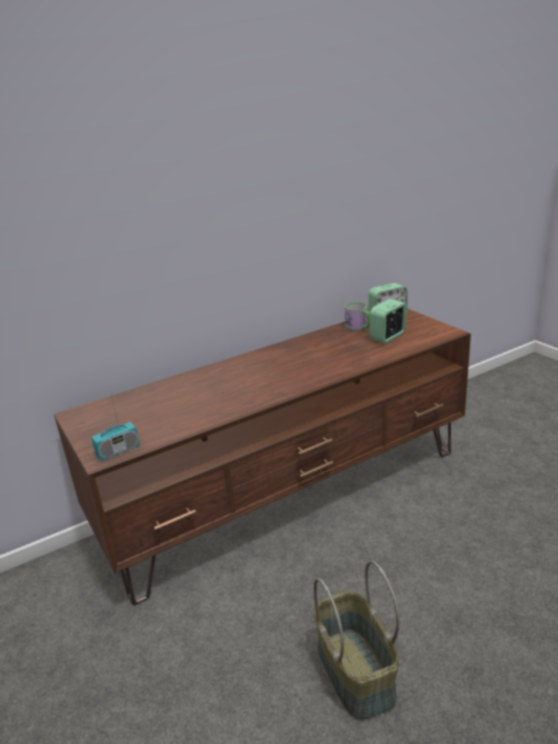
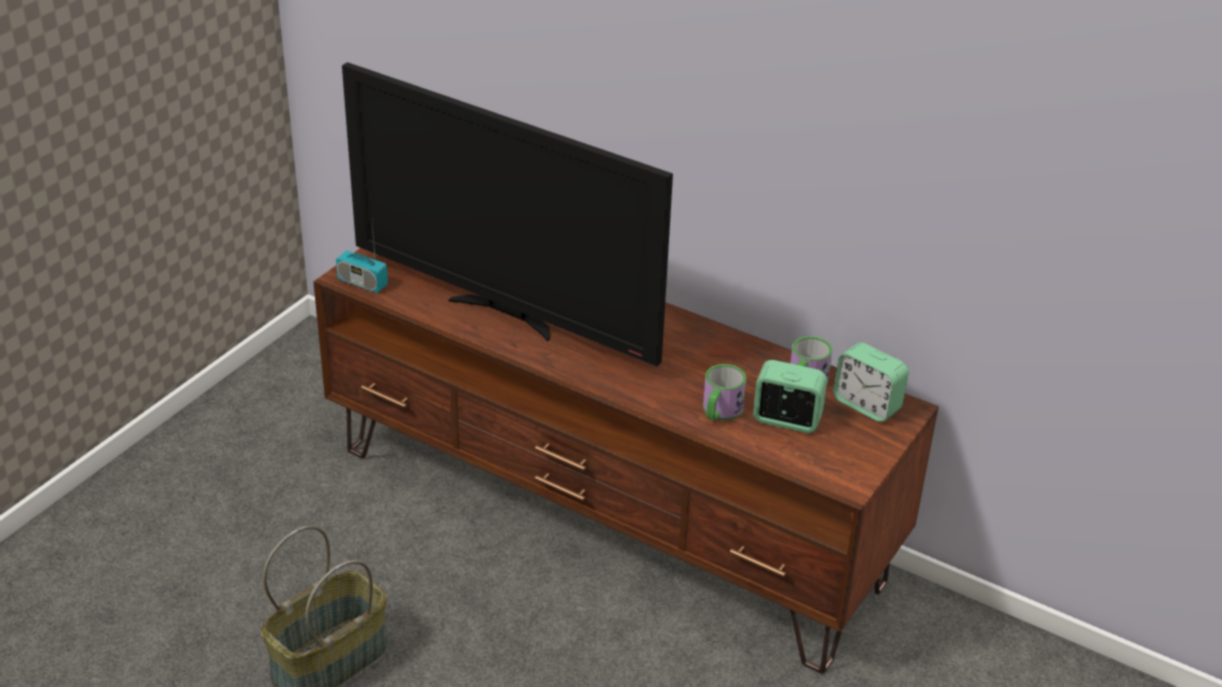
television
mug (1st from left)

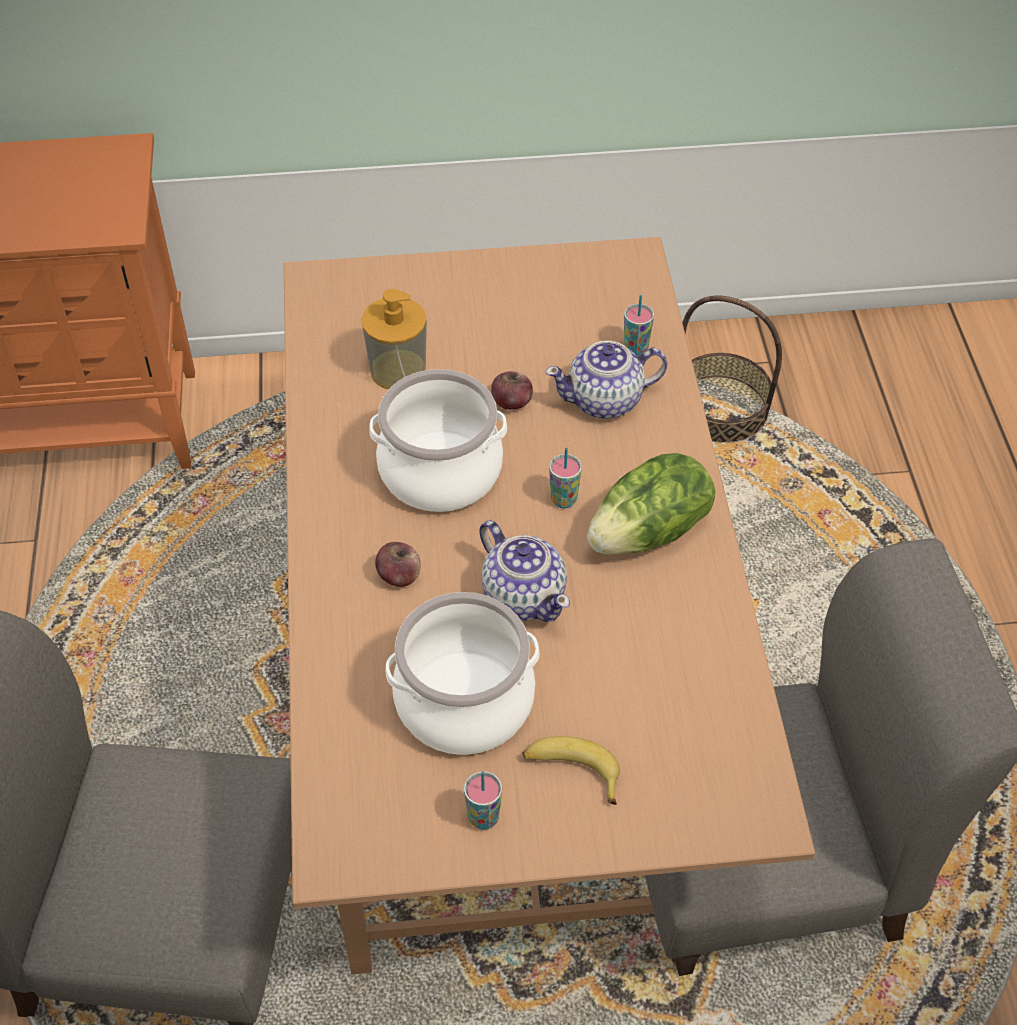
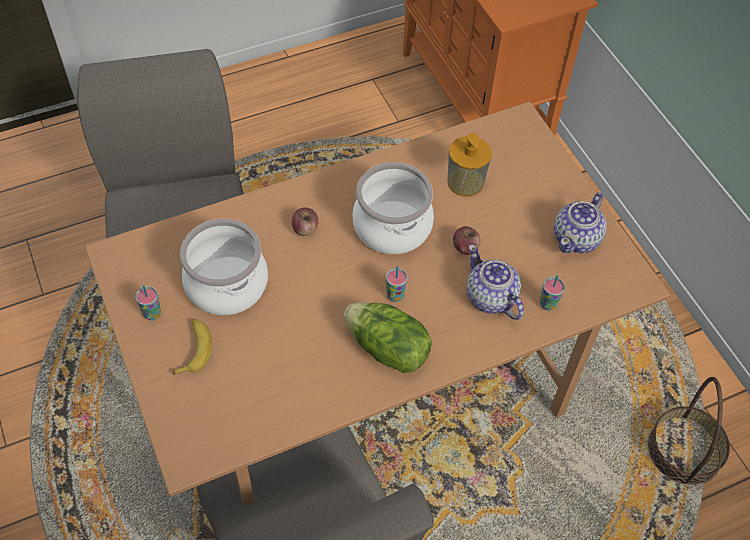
teapot (2nd from left)

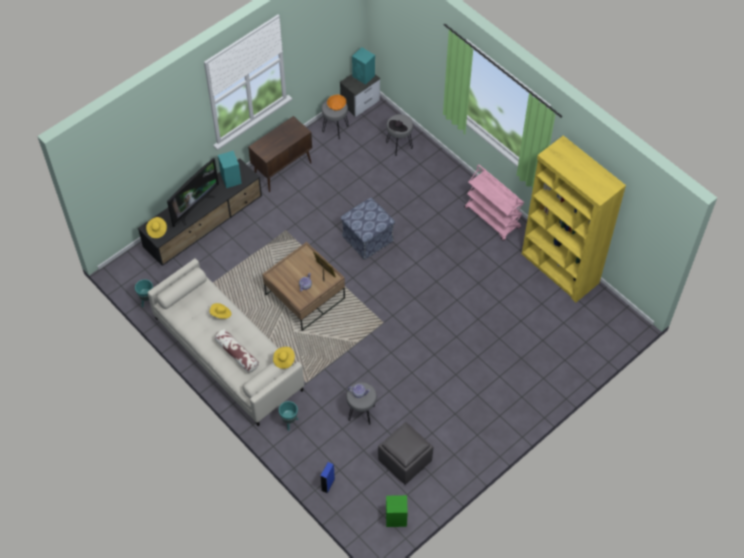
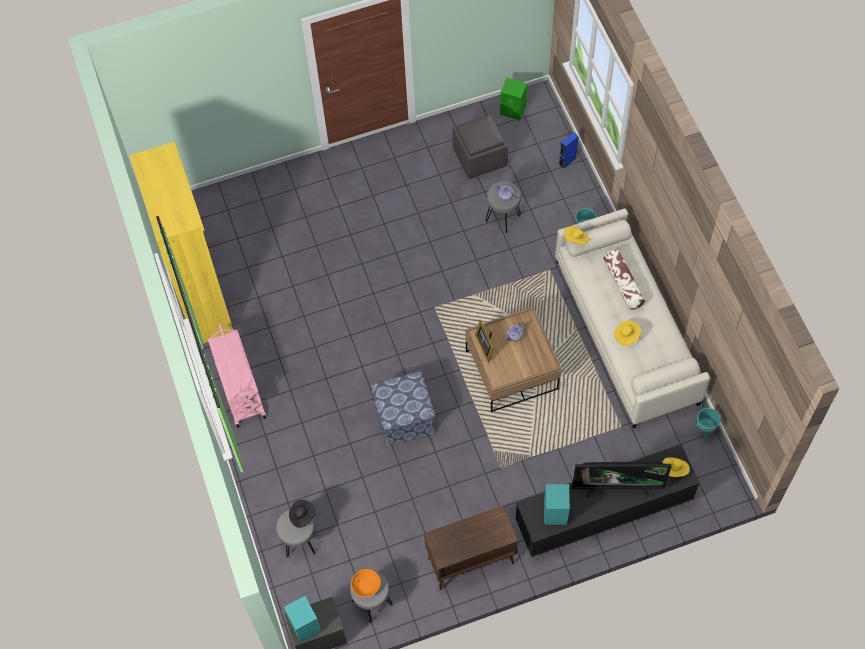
television

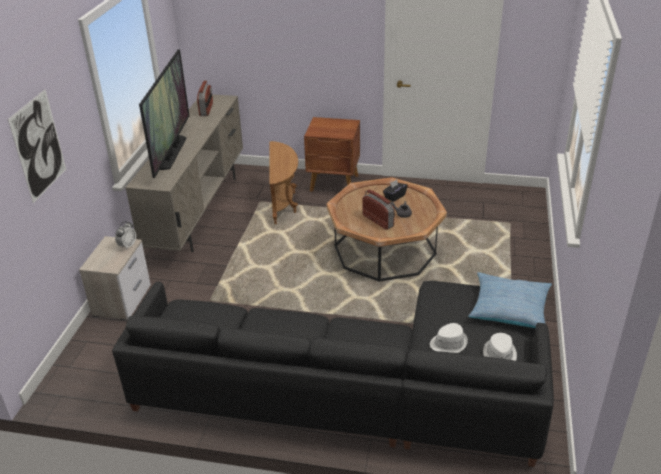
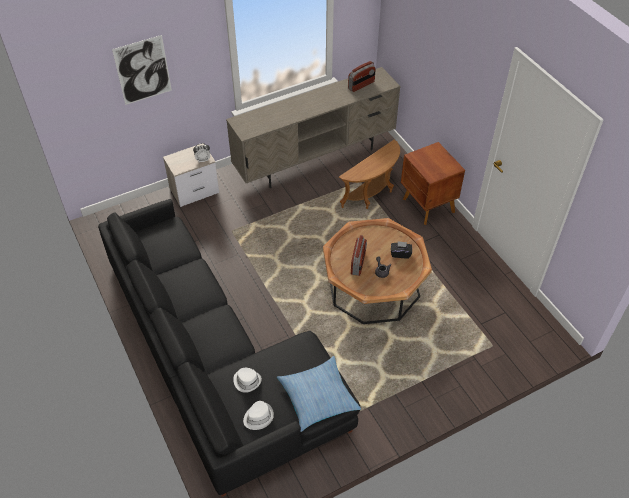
television

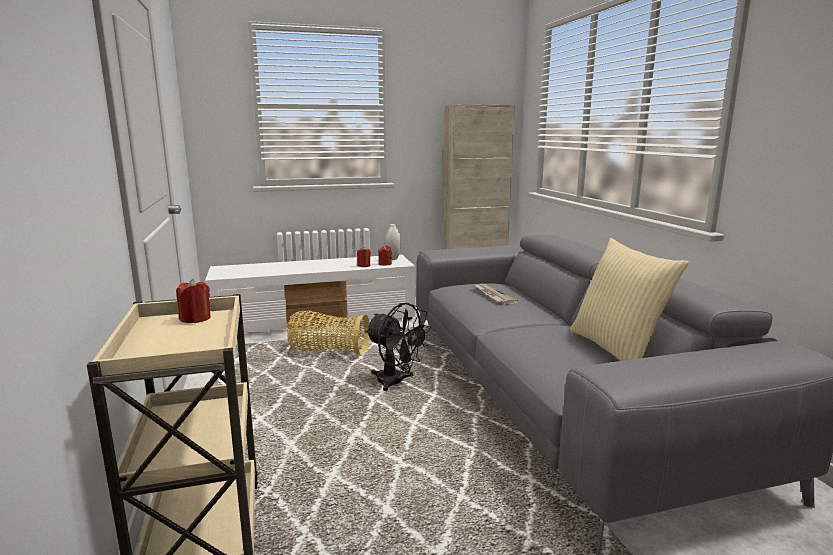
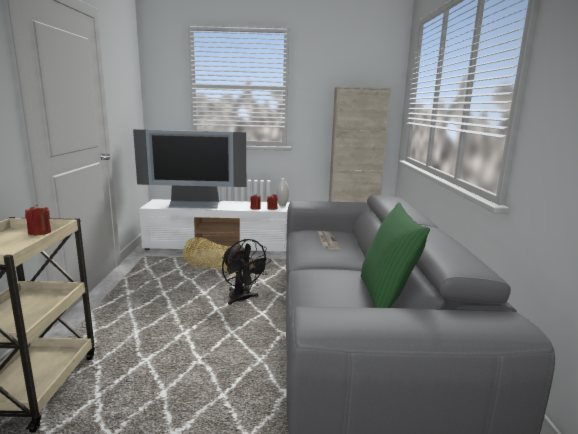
green pillow
television

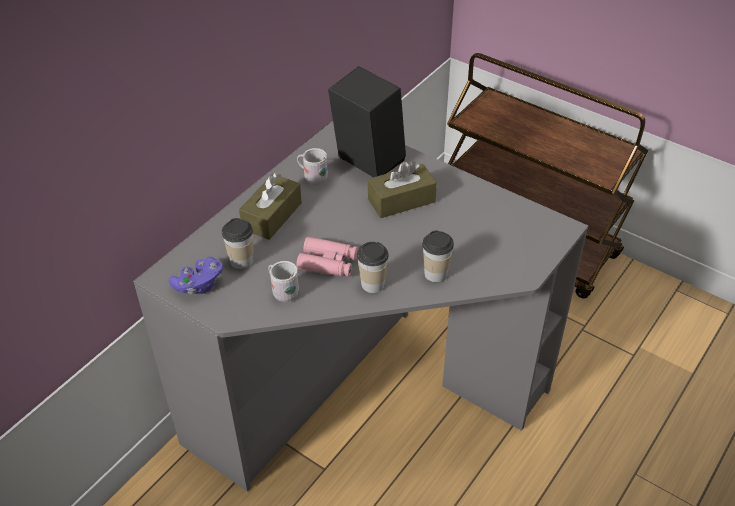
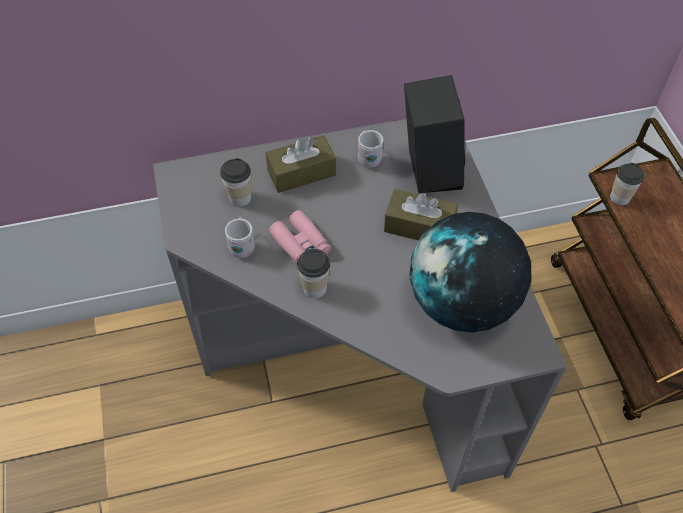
purple game controller
cup (3rd from left)
globe

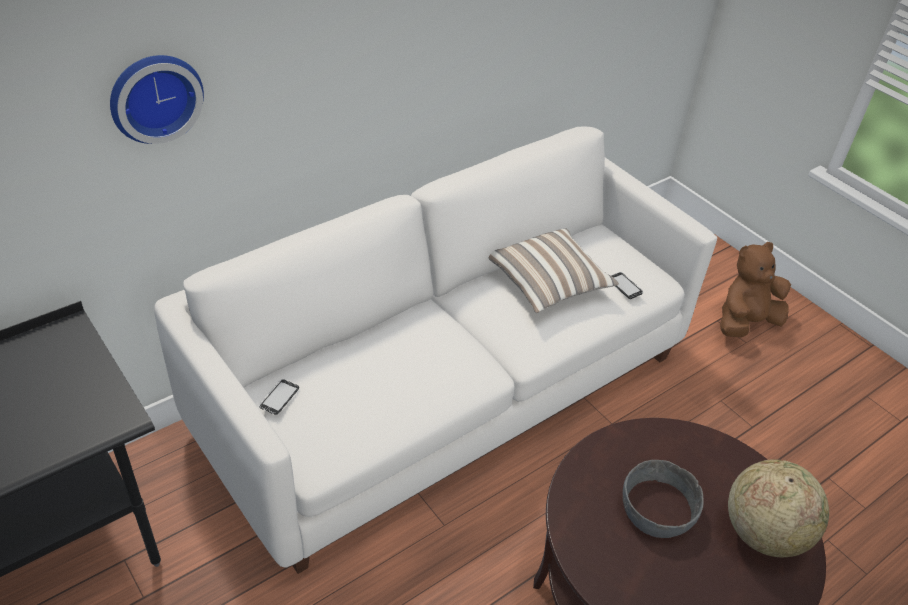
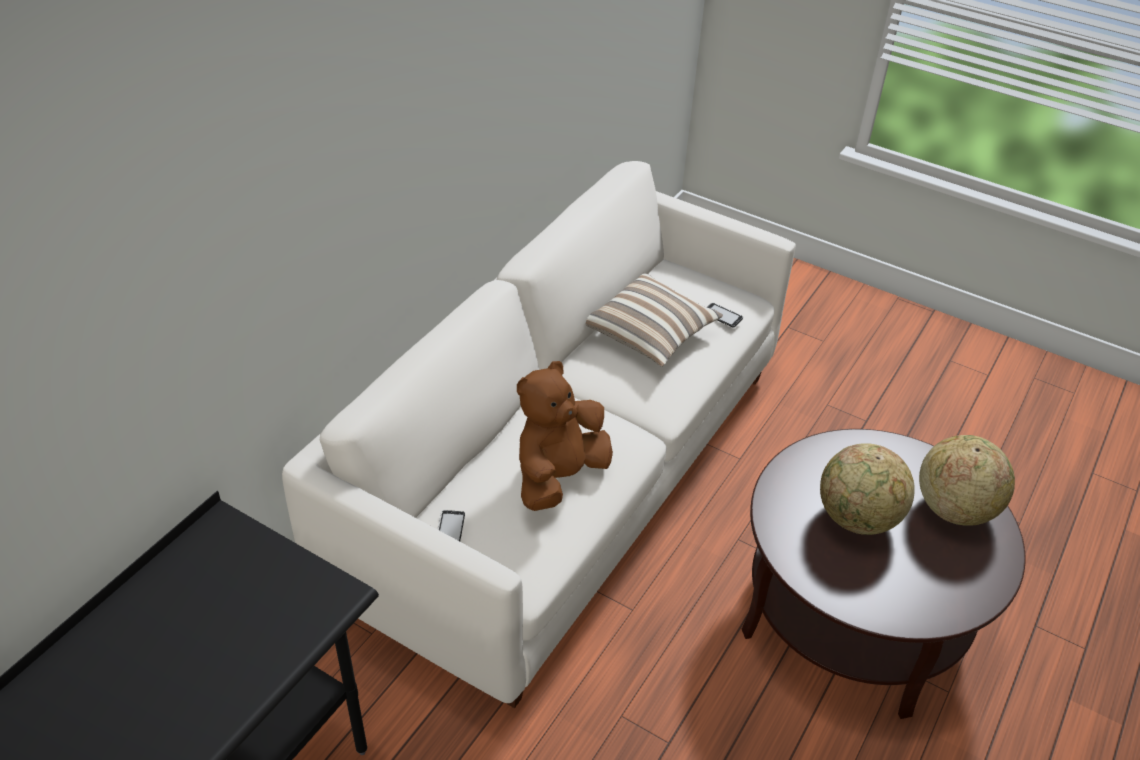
wall clock
globe (1st from left)
brown plush toy

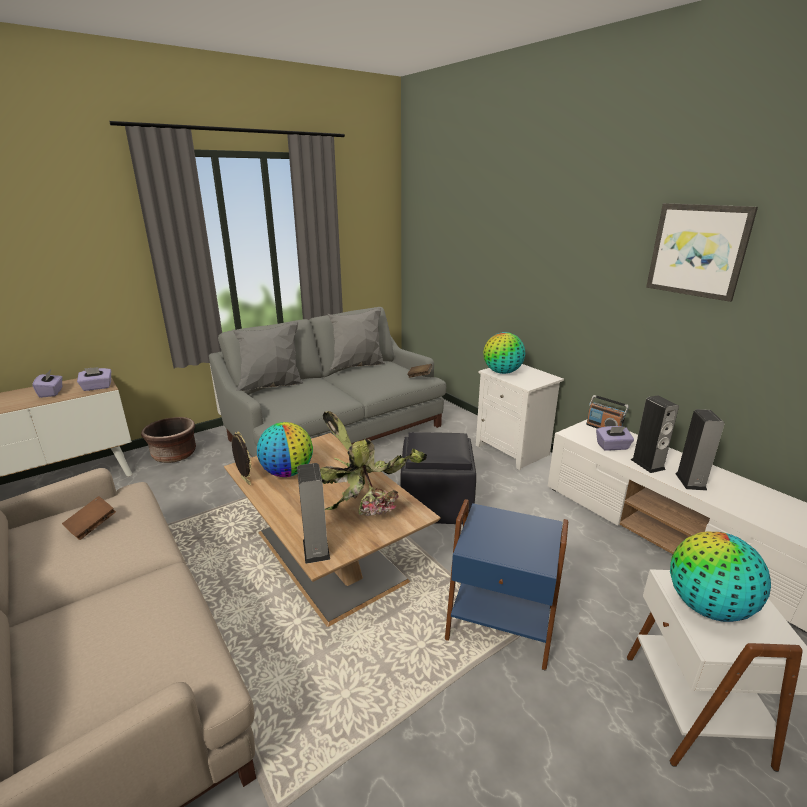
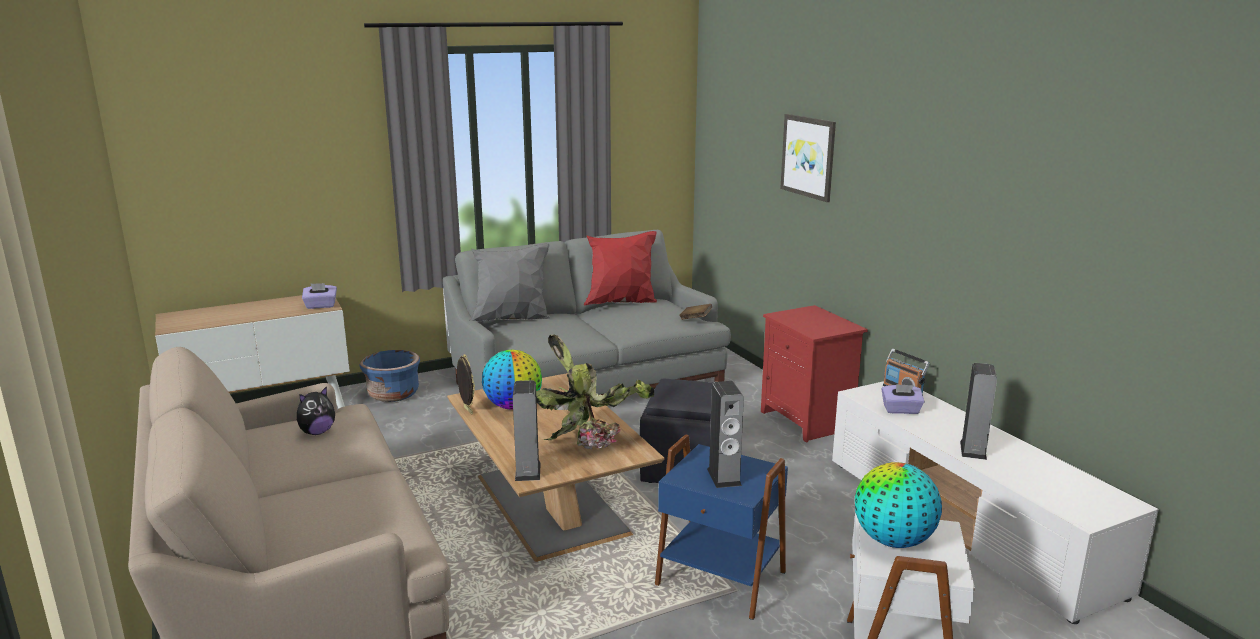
purple tissue box (1st from left in the first image)
plush toy
blue planter
red pillow
red nightstand
globe (2nd from left in the first image)
speaker (2nd from left)
picture

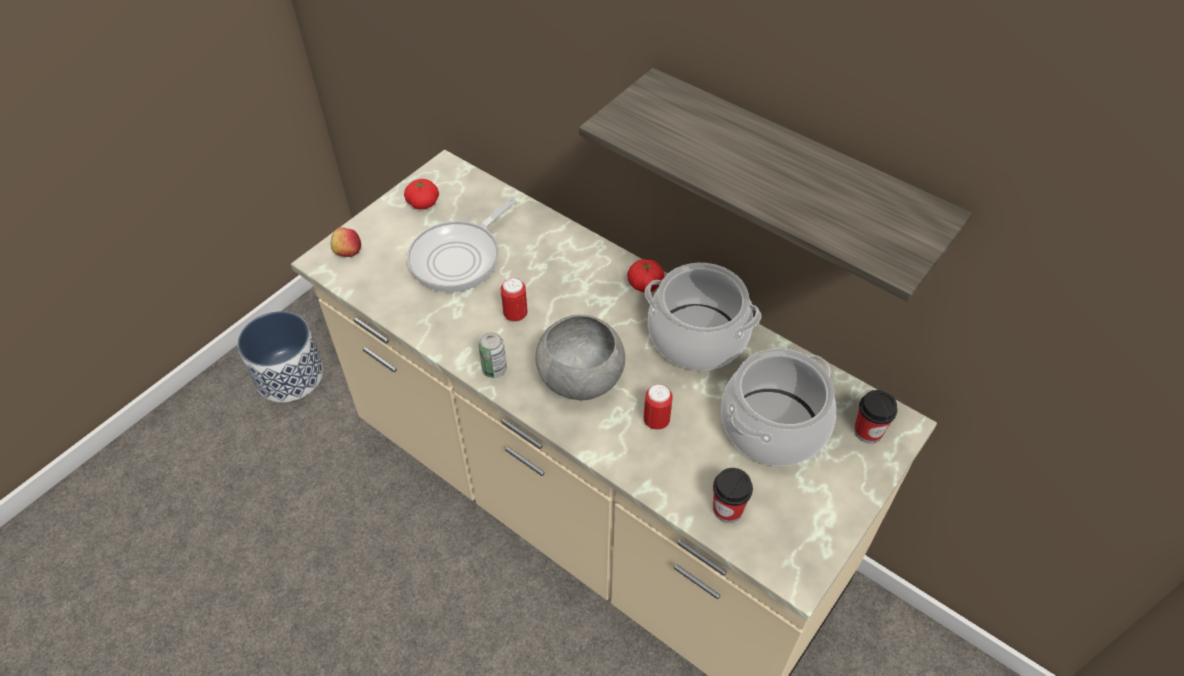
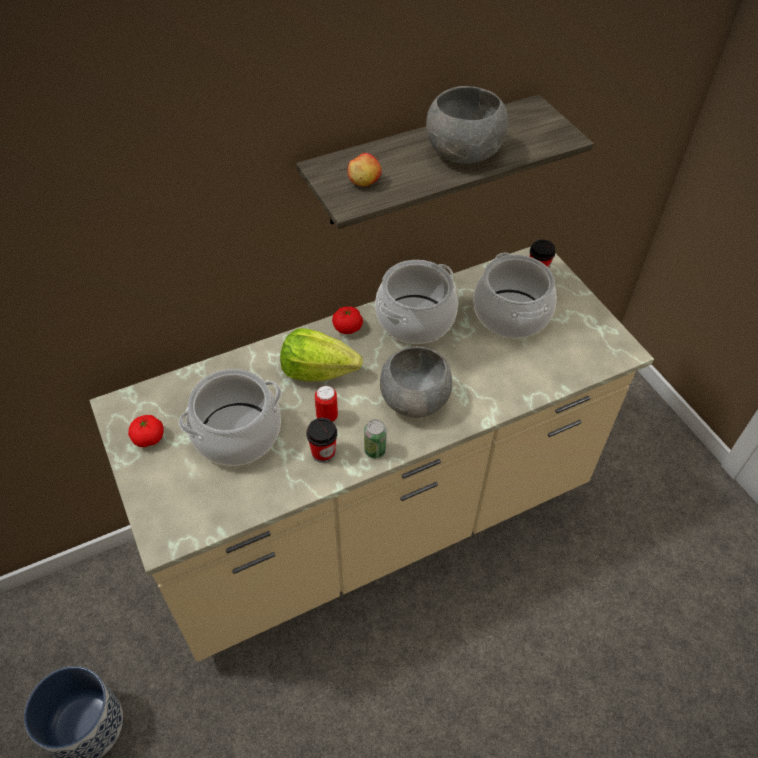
apple
cooking pot (1st from left)
can (3rd from left in the first image)
cup (1st from left)
lettuce
grey bowl (2nd from left)

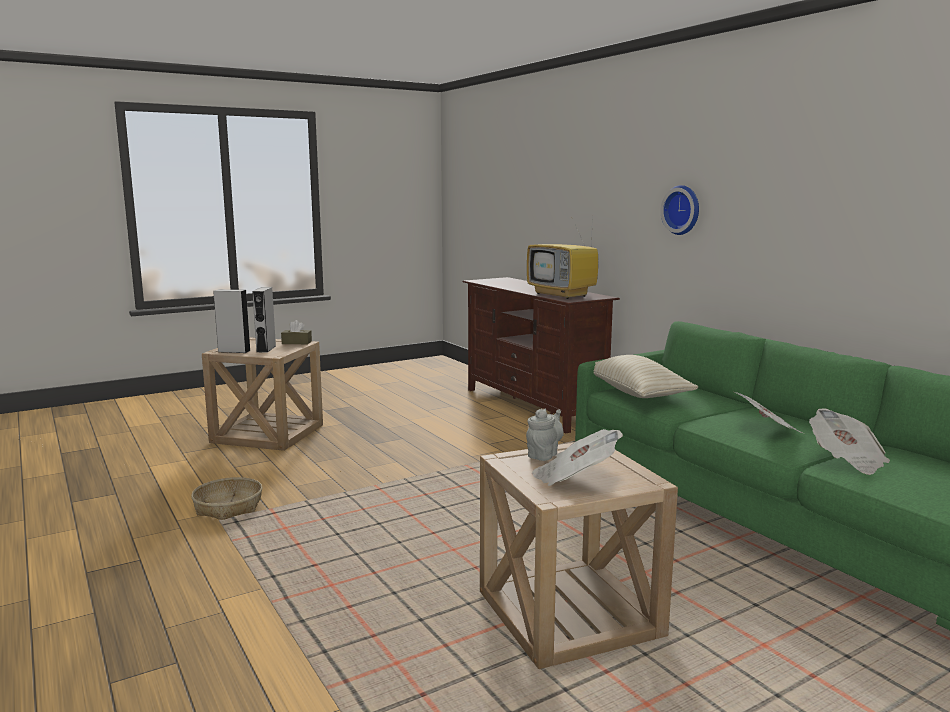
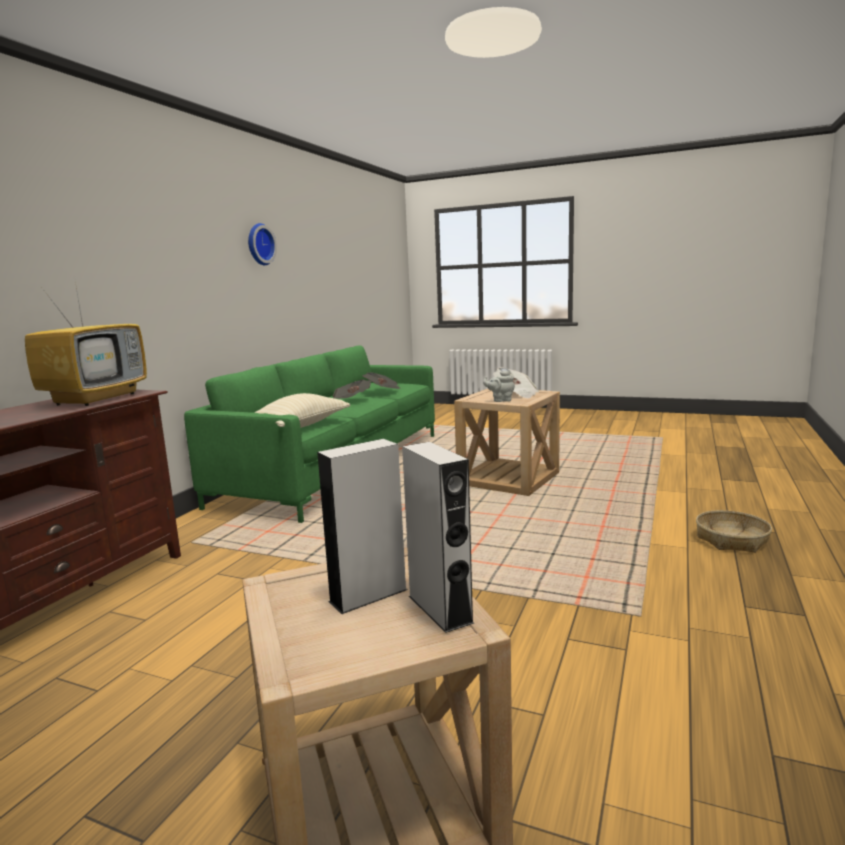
basket
brown tissue box
wall clock

